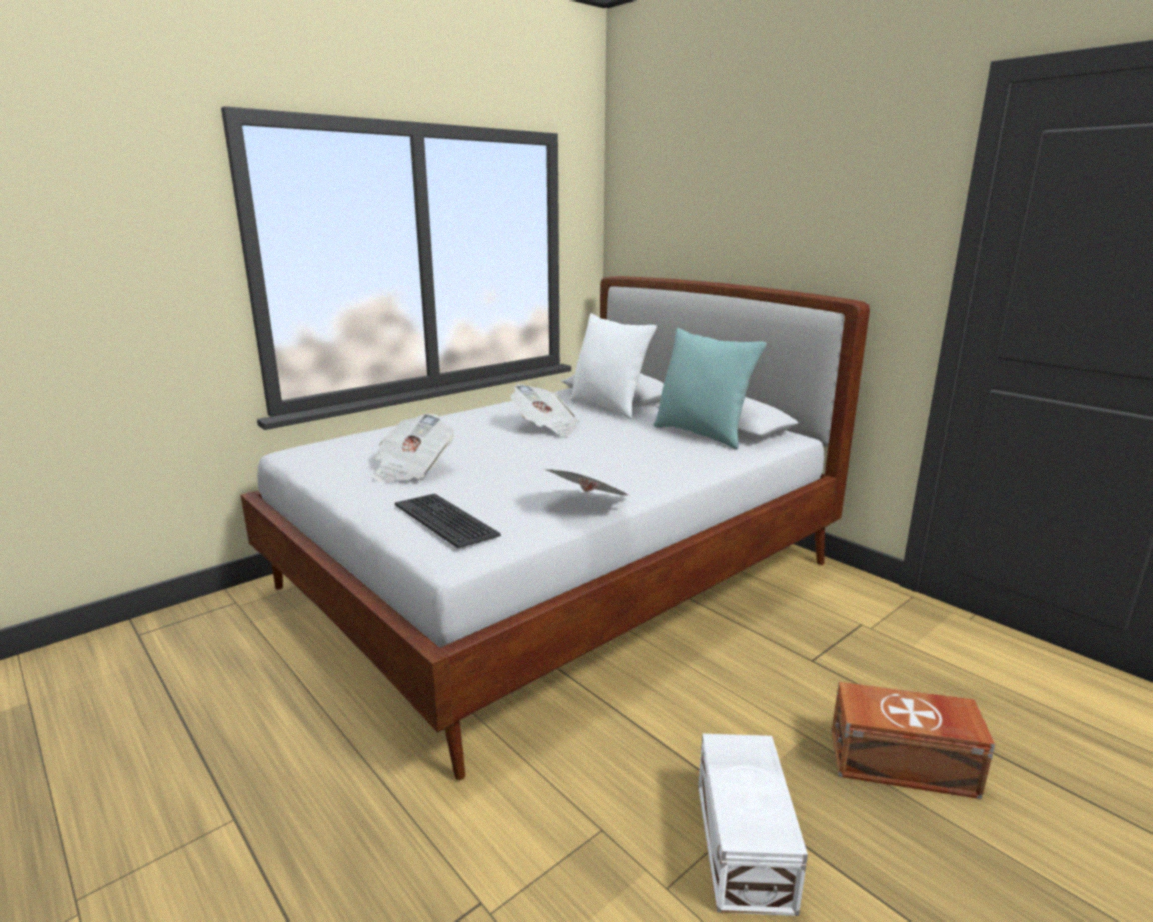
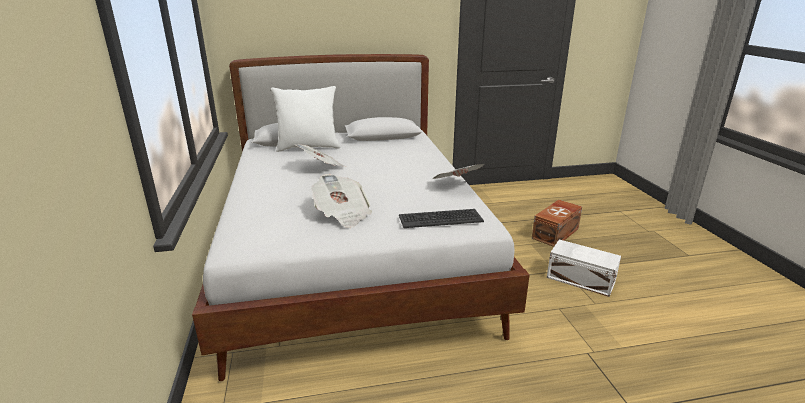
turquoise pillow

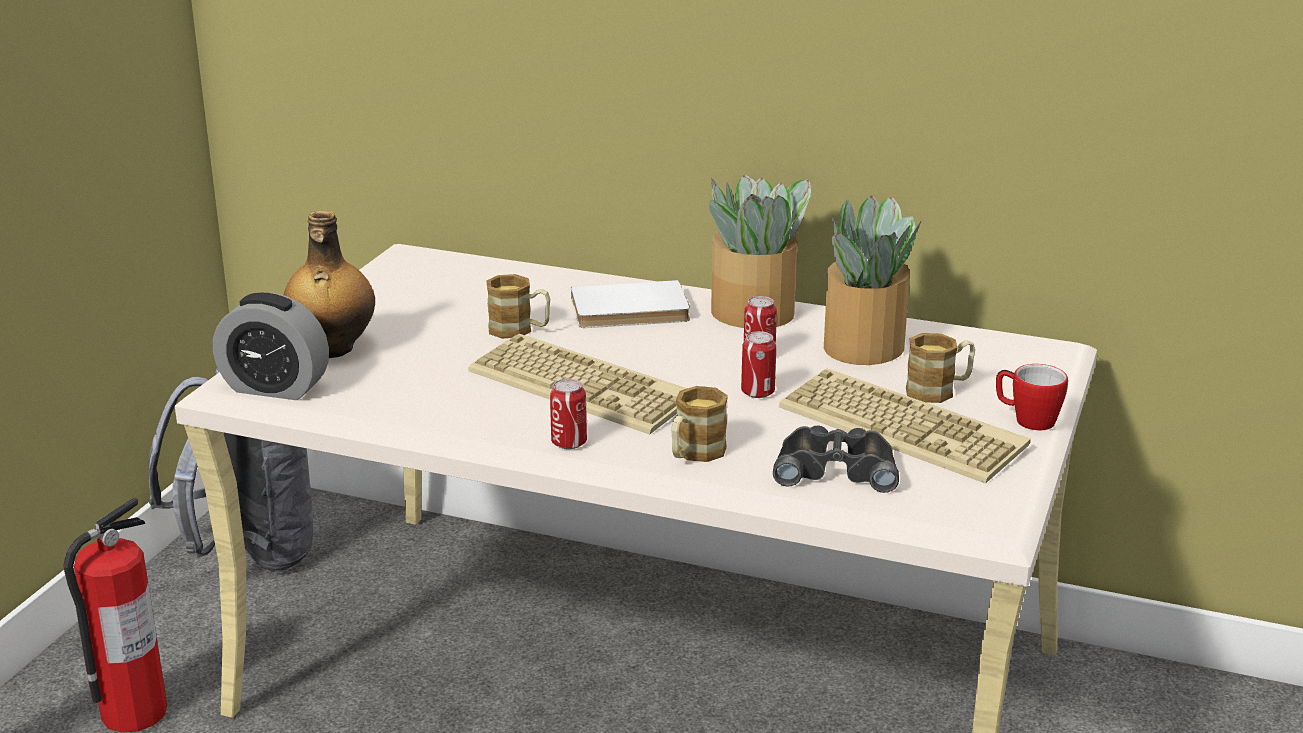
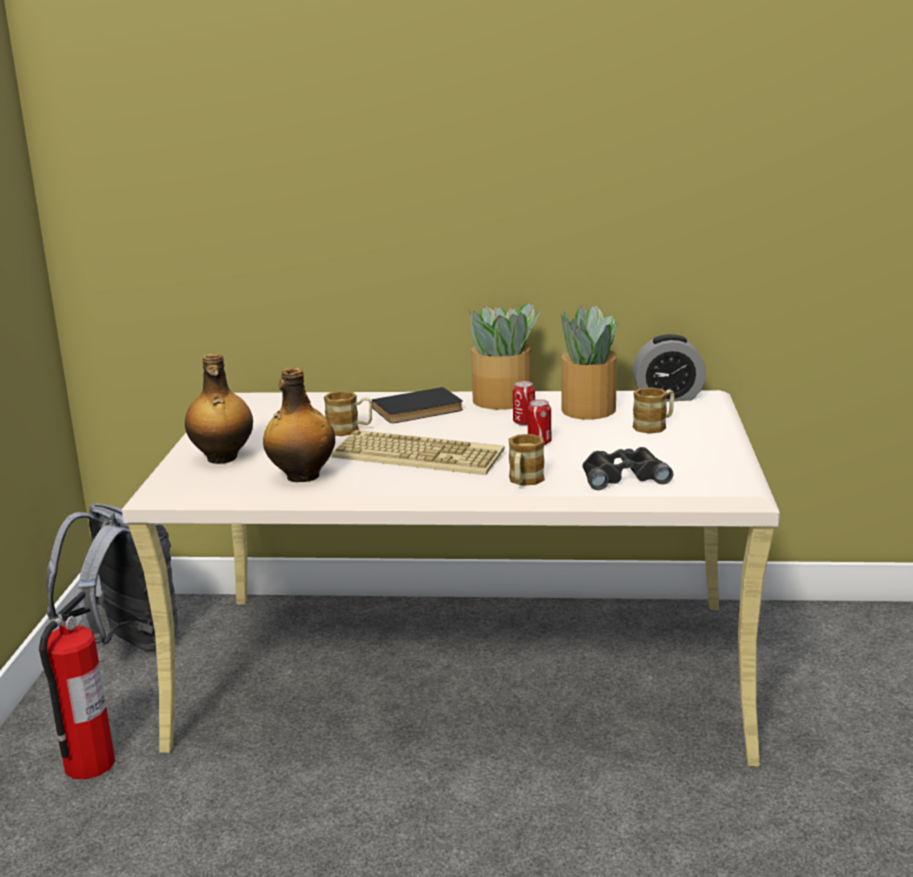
alarm clock
can (1st from left in the first image)
black book
keyboard (2nd from left in the first image)
mug (4th from left in the first image)
bottle (2nd from left)

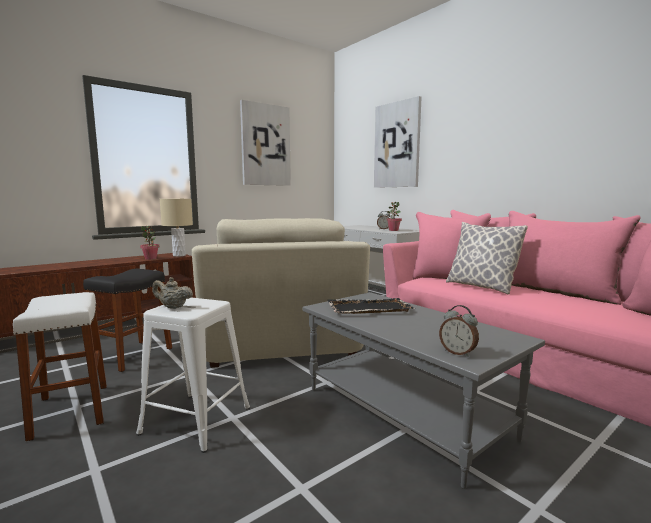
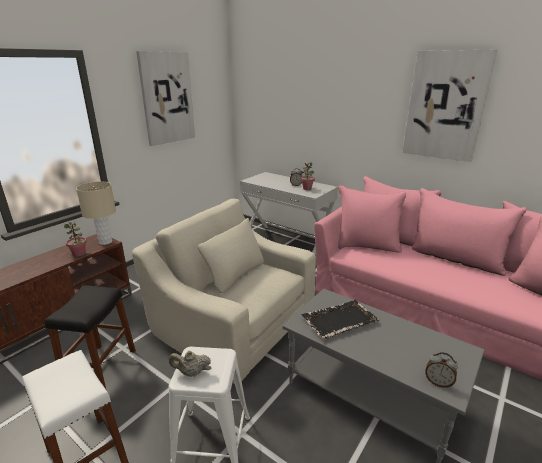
beige armchair
picture (2nd from left)
pillow

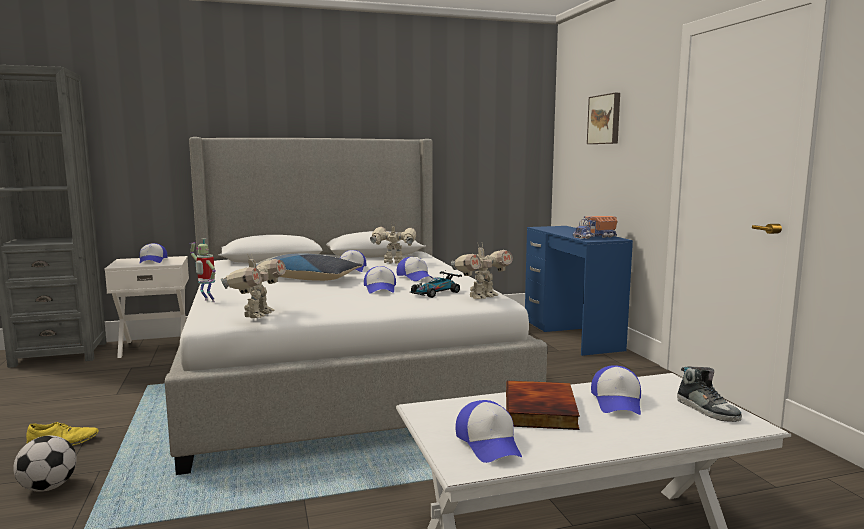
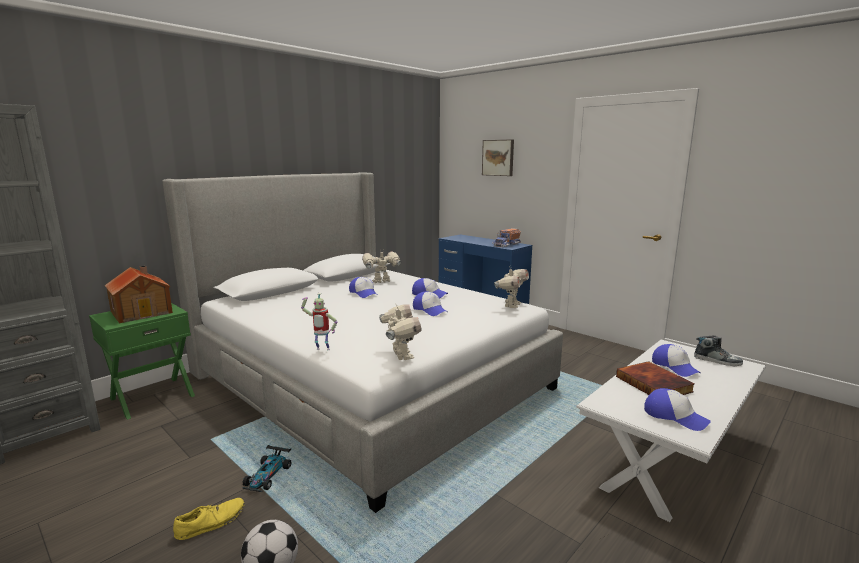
green nightstand
toy house
pillow
toy car

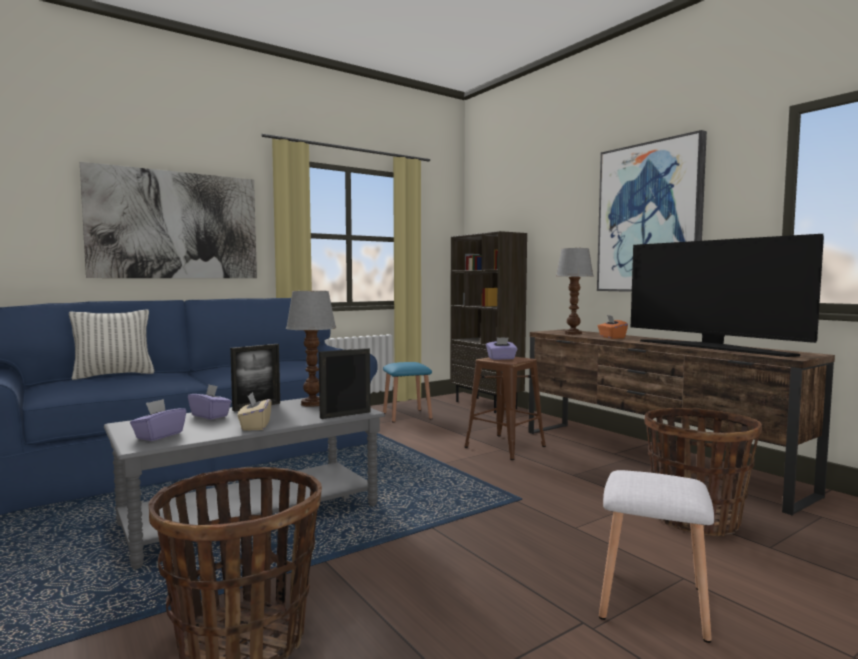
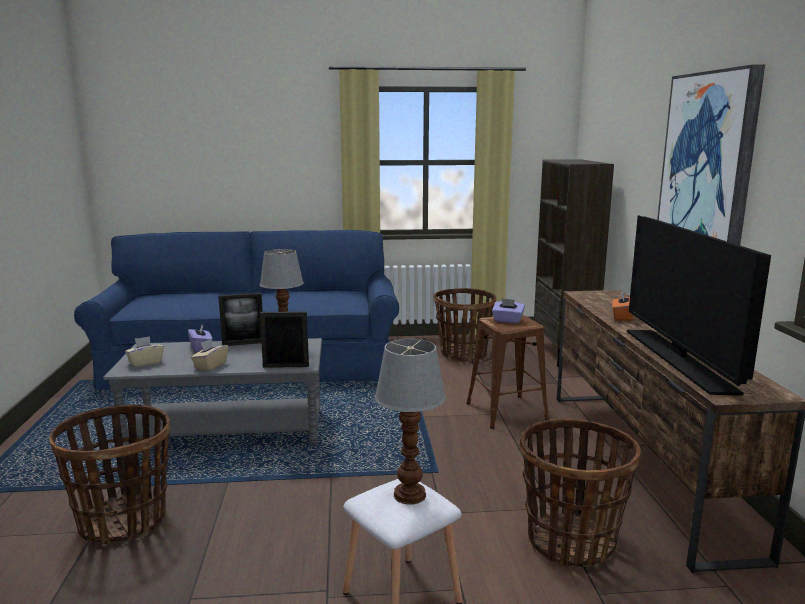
pillow
picture (1st from left in the first image)
beige tissue box (1st from left)
basket (2nd from left)
table lamp (2nd from left)

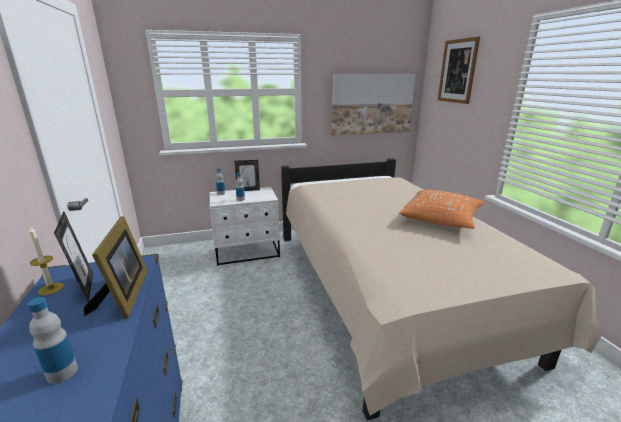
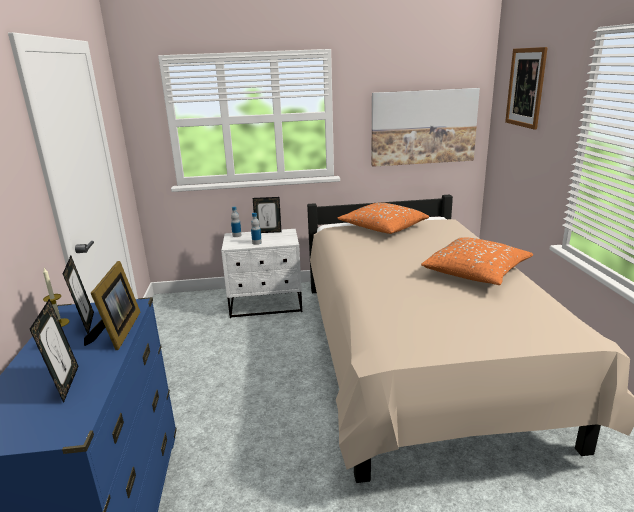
picture frame (1st from left)
orange pillow (1st from left)

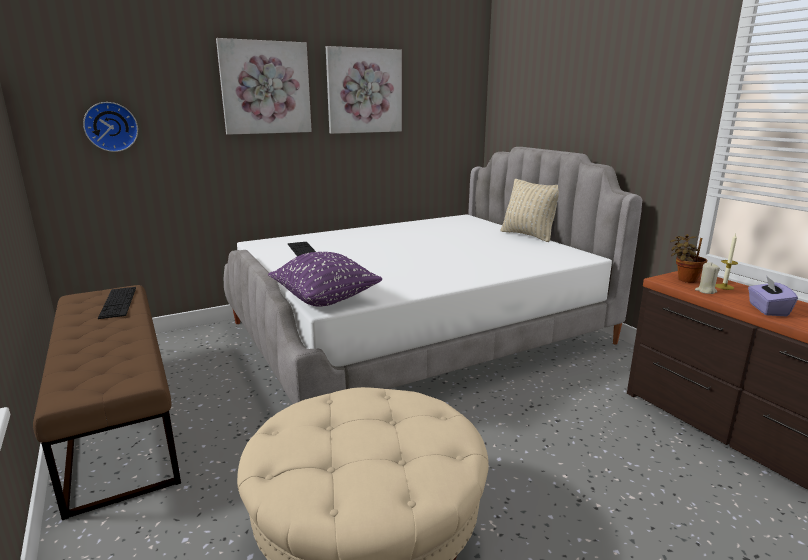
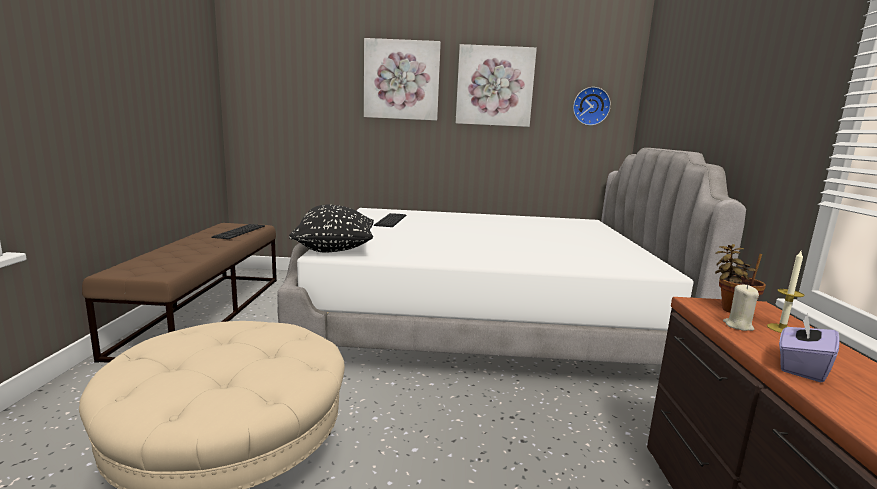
wall clock
black pillow
beige pillow

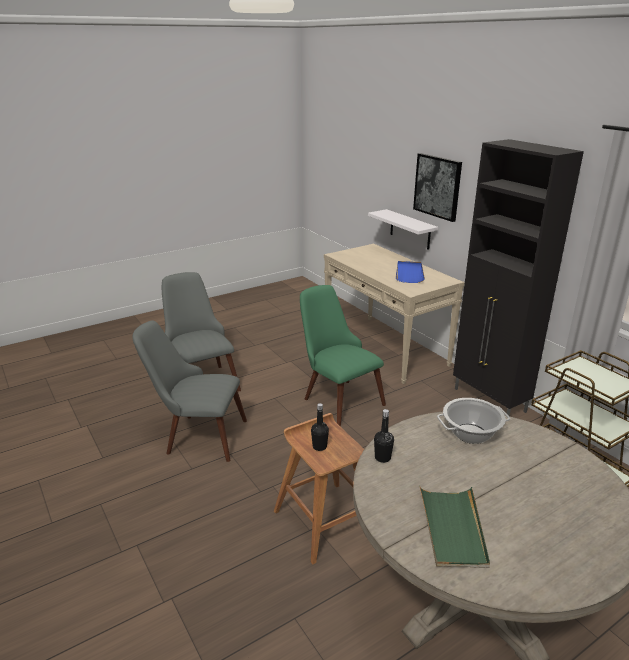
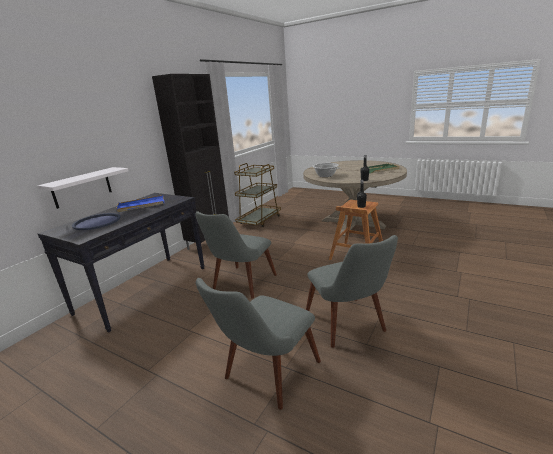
grey chair (1st from left)
black console table
picture
blue tray (1st from left)

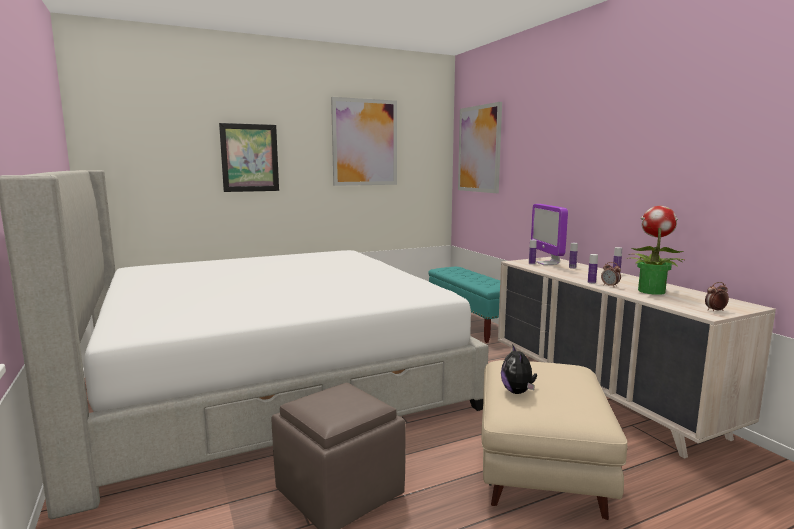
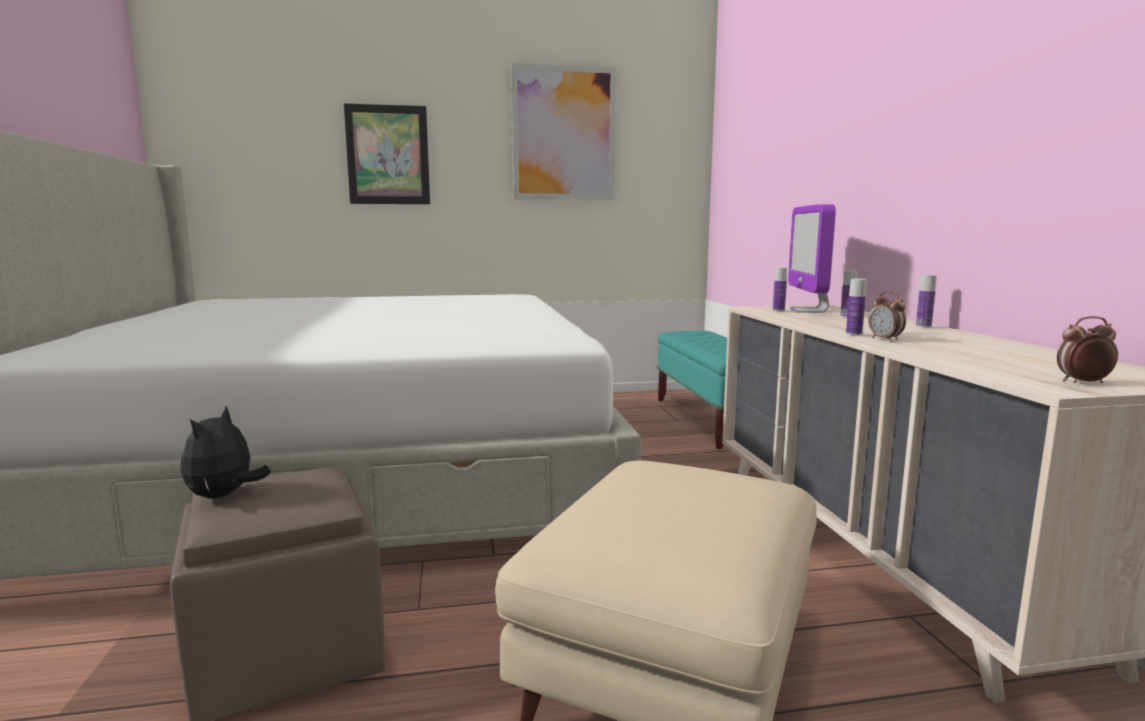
picture (3rd from left in the first image)
plush toy
potted plant

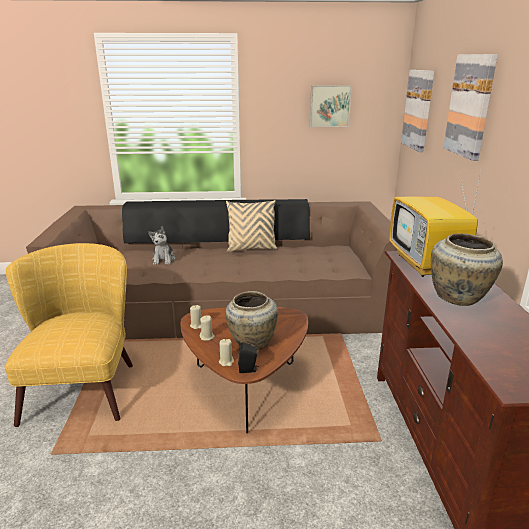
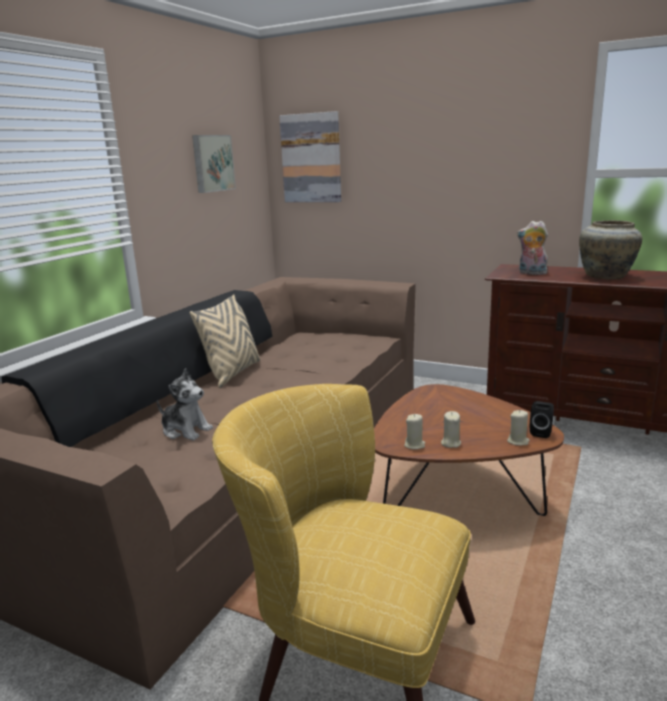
beige vase (1st from left in the first image)
plush toy (2nd from left)
picture (3rd from left in the first image)

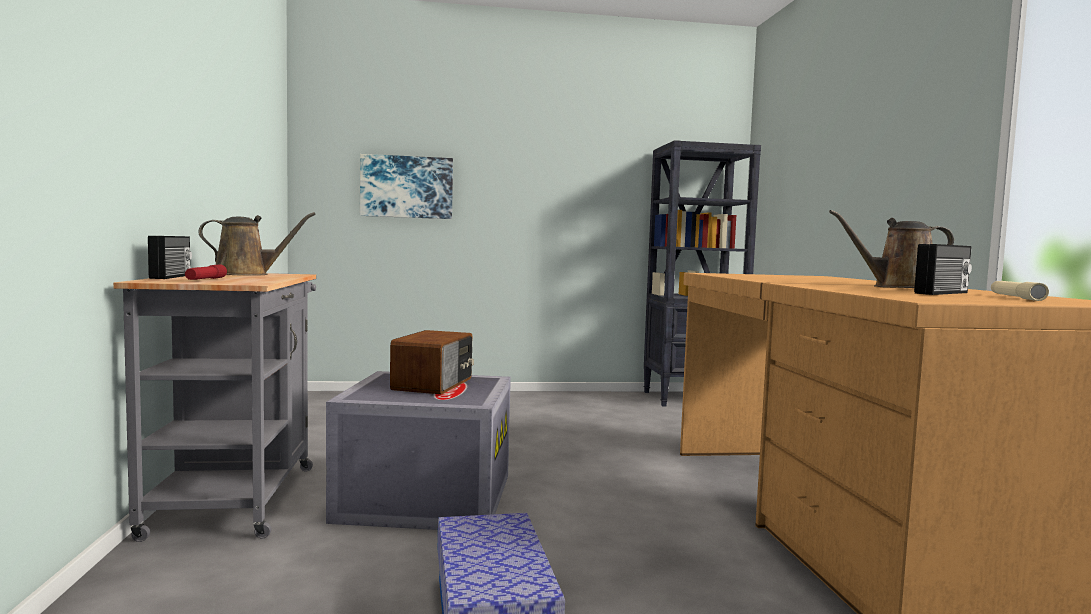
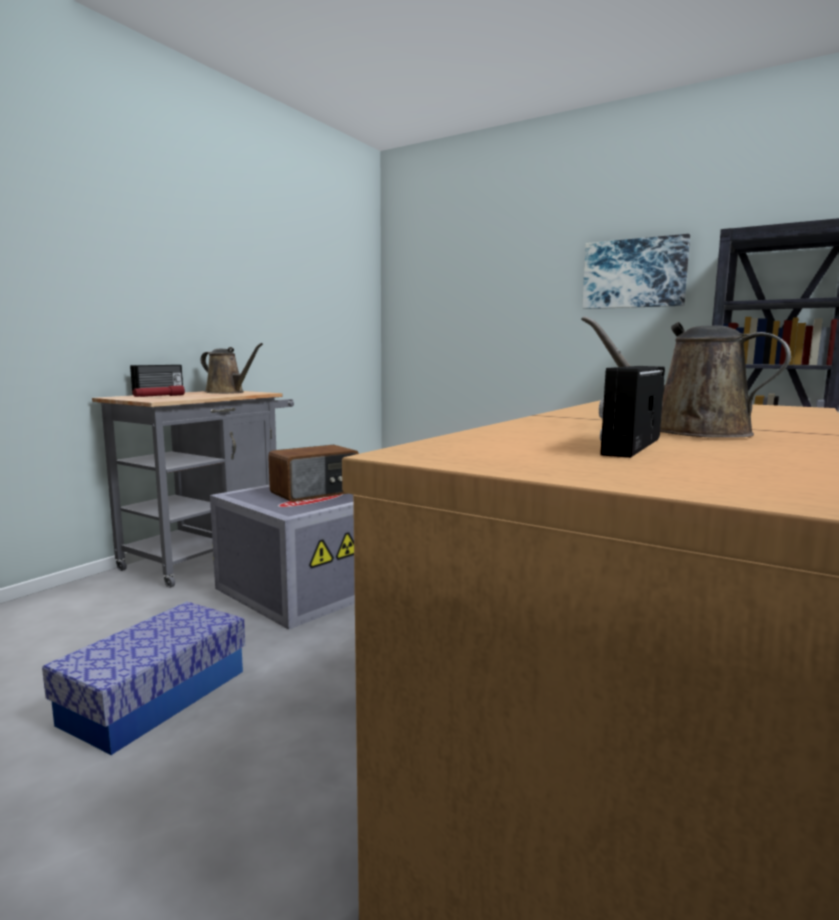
picture
radio (3rd from left)
beige flashlight

